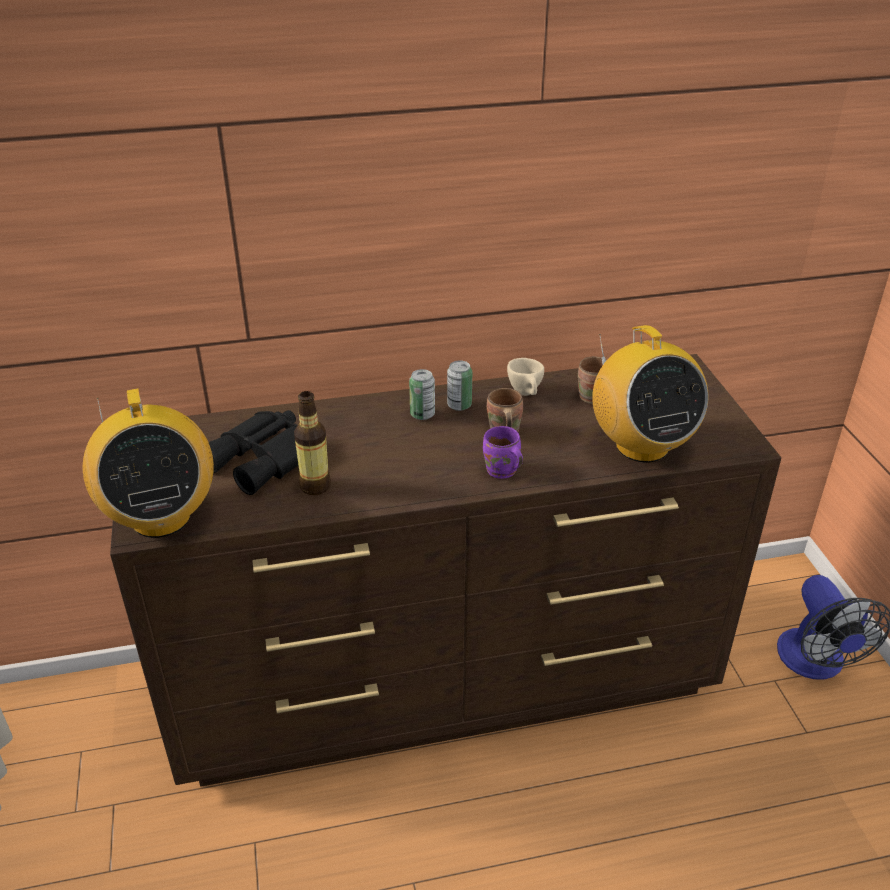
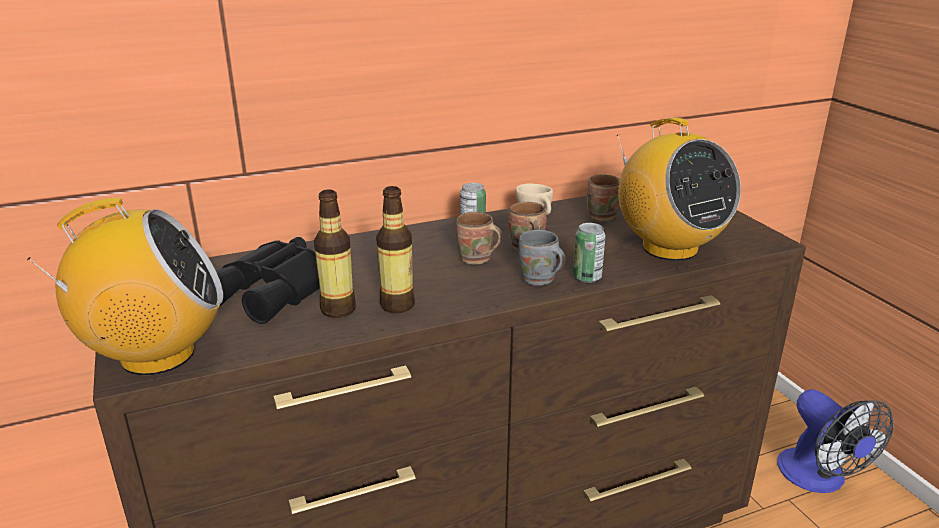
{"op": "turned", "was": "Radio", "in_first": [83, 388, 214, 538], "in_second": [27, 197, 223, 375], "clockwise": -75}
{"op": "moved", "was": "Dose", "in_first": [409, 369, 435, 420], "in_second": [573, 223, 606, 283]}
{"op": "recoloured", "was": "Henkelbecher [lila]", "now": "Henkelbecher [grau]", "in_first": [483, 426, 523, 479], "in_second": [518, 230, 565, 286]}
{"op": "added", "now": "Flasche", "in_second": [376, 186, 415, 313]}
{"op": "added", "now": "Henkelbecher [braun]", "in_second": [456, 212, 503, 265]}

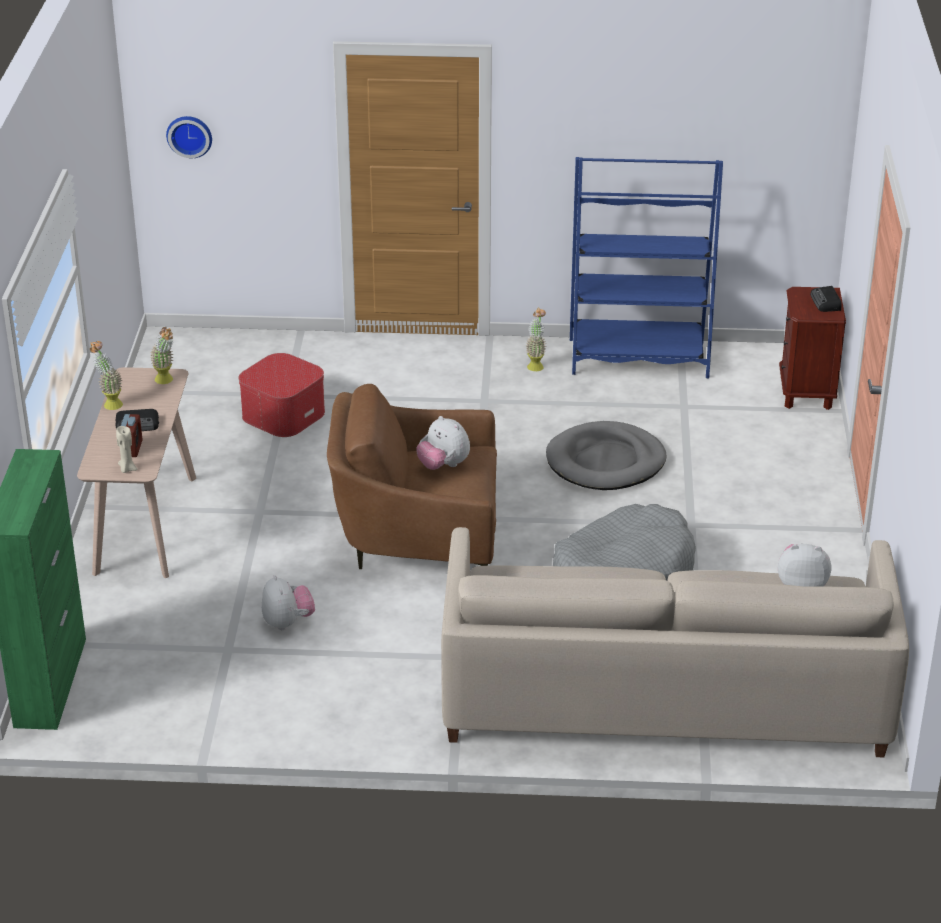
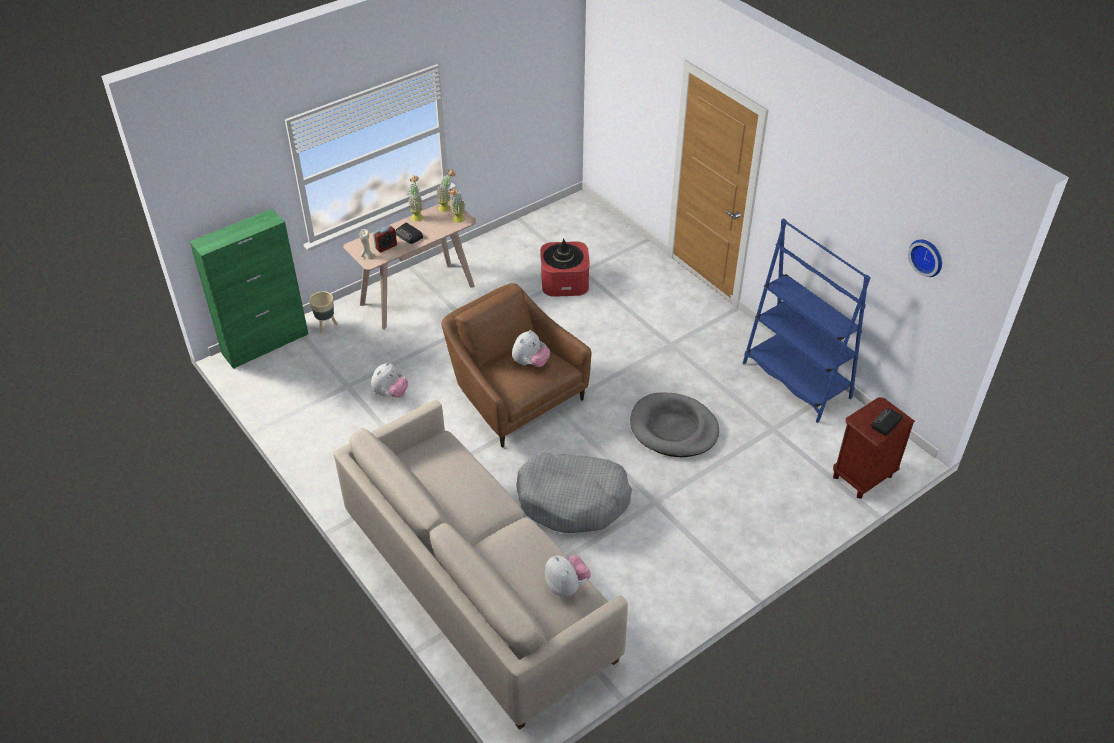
{"op": "moved", "was": "Wanduhr", "in_first": [166, 116, 212, 158], "in_second": [908, 239, 942, 277]}
{"op": "turned", "was": "Plüschtier", "in_first": [416, 416, 470, 470], "in_second": [512, 330, 550, 367], "clockwise": -150}
{"op": "moved", "was": "Topfpflanze", "in_first": [526, 307, 546, 371], "in_second": [436, 169, 456, 212]}
{"op": "added", "now": "Pflanzkübel [beige]", "in_second": [309, 291, 338, 333]}
{"op": "added", "now": "Hut [schwarz]", "in_second": [543, 238, 584, 269]}

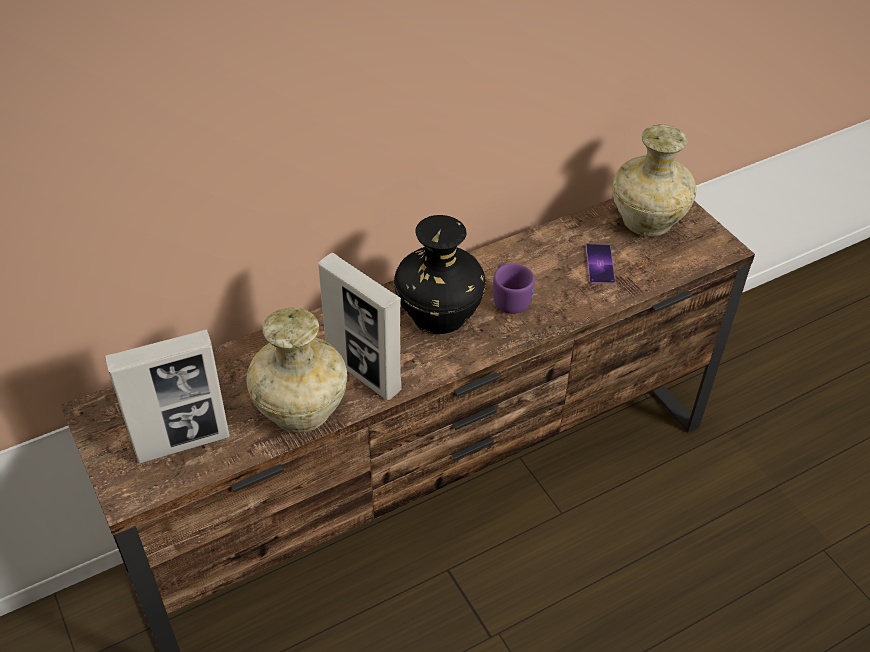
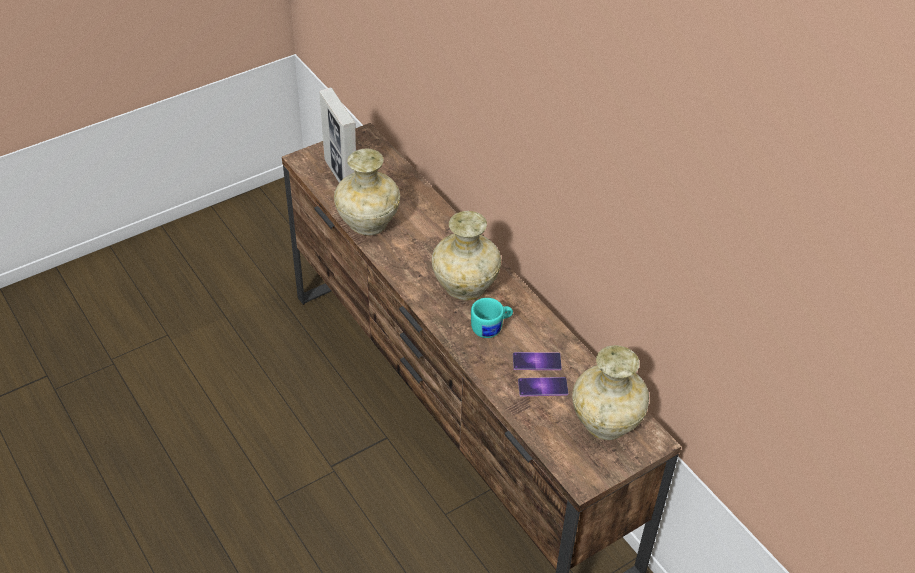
{"op": "removed", "was": "Bilderrahmen", "in_first": [318, 253, 402, 400]}
{"op": "recoloured", "was": "Vase [schwarz]", "now": "Vase [beige]", "in_first": [394, 215, 486, 334], "in_second": [432, 211, 501, 300]}
{"op": "recoloured", "was": "Henkelbecher [lila]", "now": "Henkelbecher [türkis]", "in_first": [493, 263, 535, 314], "in_second": [471, 298, 513, 338]}
{"op": "added", "now": "Handy", "in_second": [513, 352, 562, 370]}

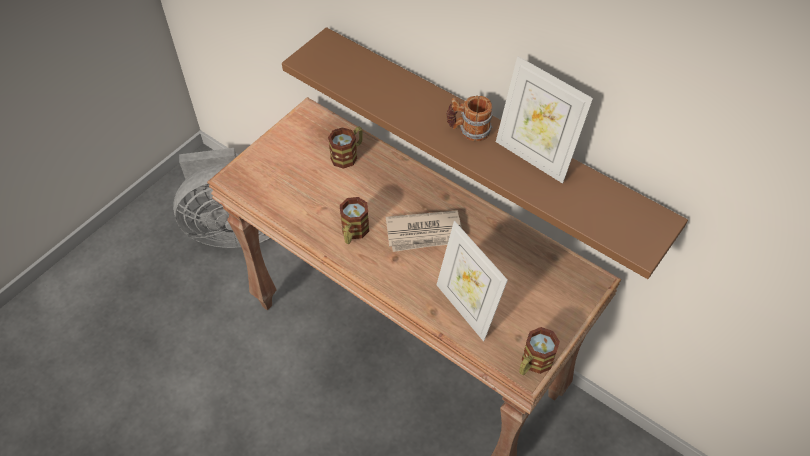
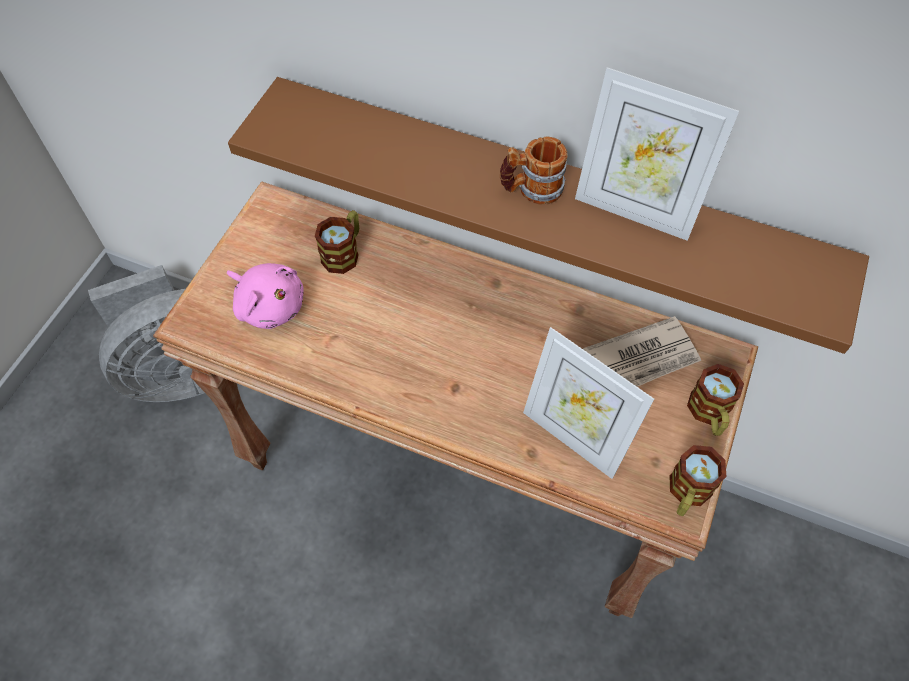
{"op": "moved", "was": "Henkelbecher", "in_first": [340, 197, 369, 244], "in_second": [687, 364, 744, 436]}
{"op": "moved", "was": "Zeitung", "in_first": [386, 210, 462, 252], "in_second": [583, 316, 701, 387]}
{"op": "added", "now": "Plüschtier [rosa]", "in_second": [227, 263, 304, 329]}

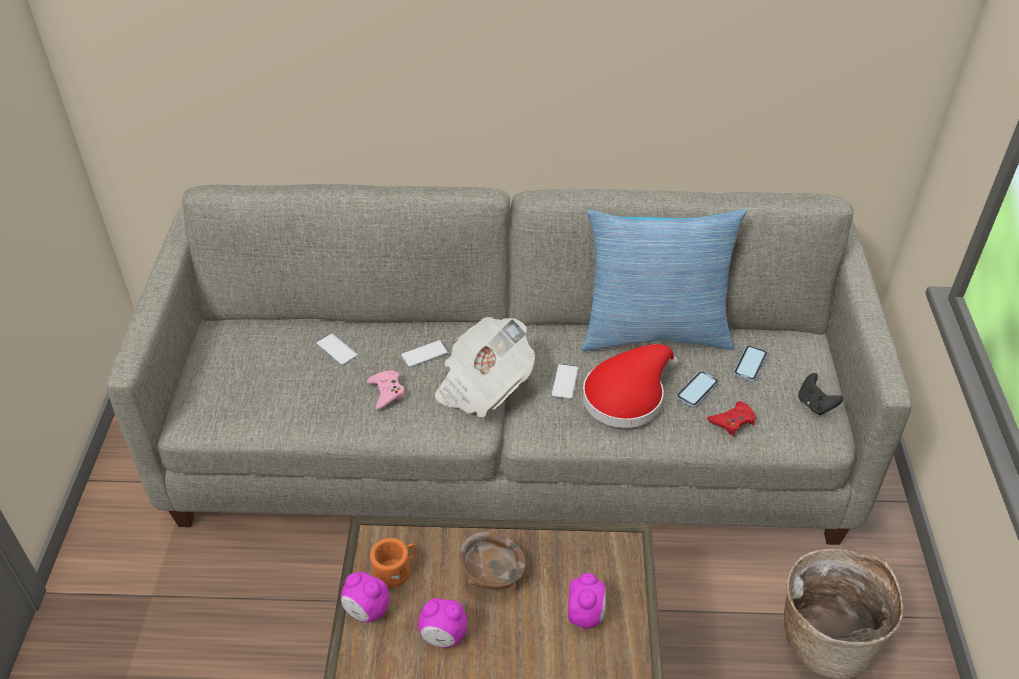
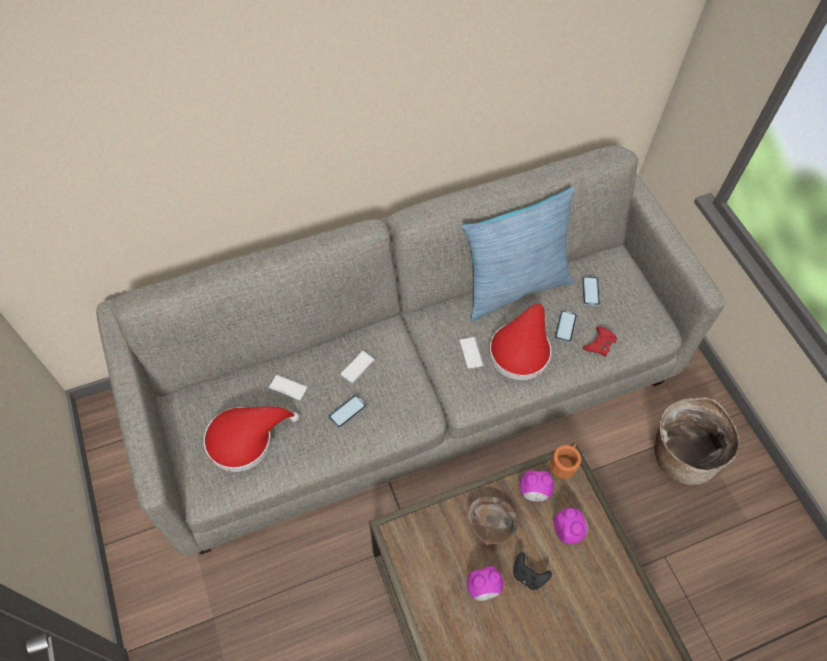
{"op": "moved", "was": "Wecker", "in_first": [341, 572, 390, 622], "in_second": [520, 470, 554, 502]}
{"op": "replaced", "was": "Gamepad [rosa]", "now": "Handy", "in_first": [367, 370, 405, 409], "in_second": [328, 394, 367, 428]}
{"op": "moved", "was": "Henkelbecher [orange]", "in_first": [370, 538, 416, 588], "in_second": [550, 443, 581, 479]}
{"op": "removed", "was": "Zeitung", "in_first": [435, 317, 535, 418]}
{"op": "moved", "was": "Gamepad [schwarz]", "in_first": [798, 373, 843, 415], "in_second": [513, 552, 552, 590]}
{"op": "added", "now": "Hut [rot]", "in_second": [204, 406, 299, 472]}

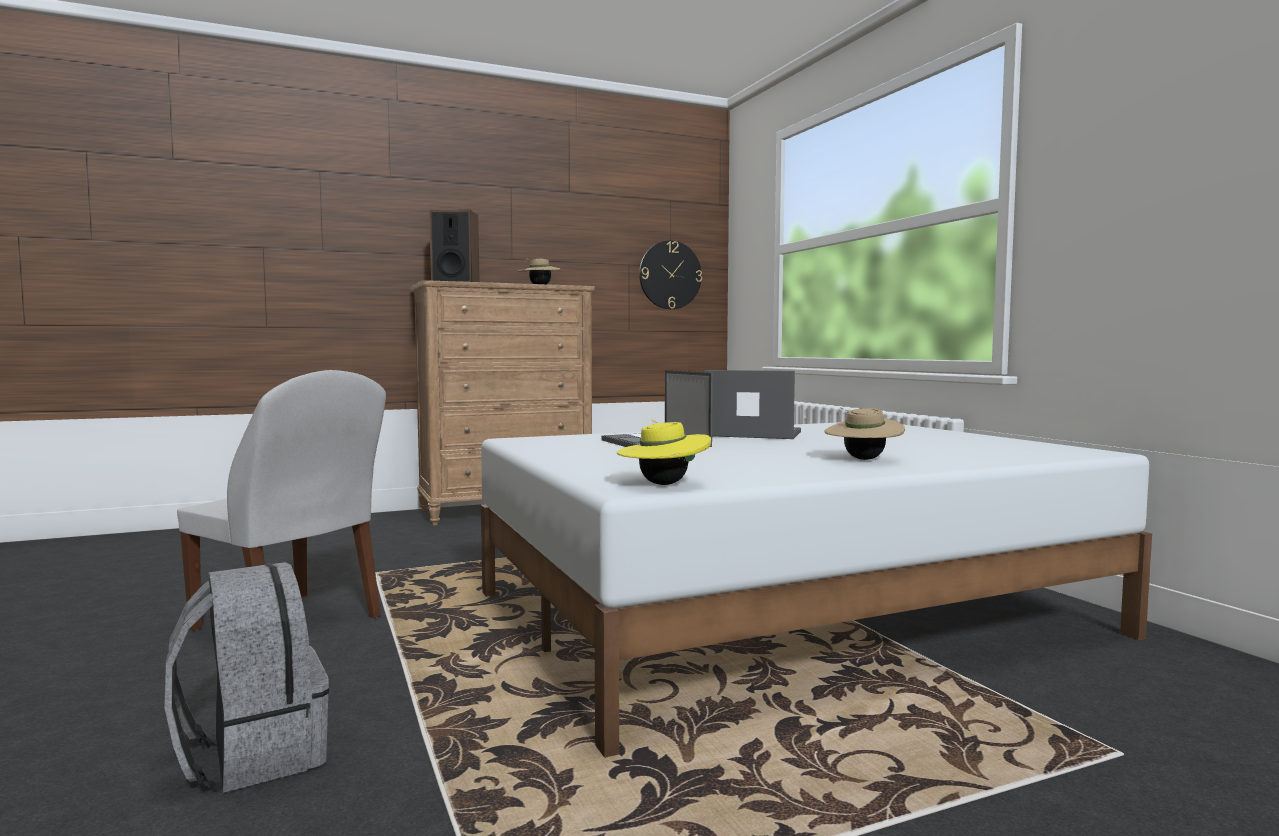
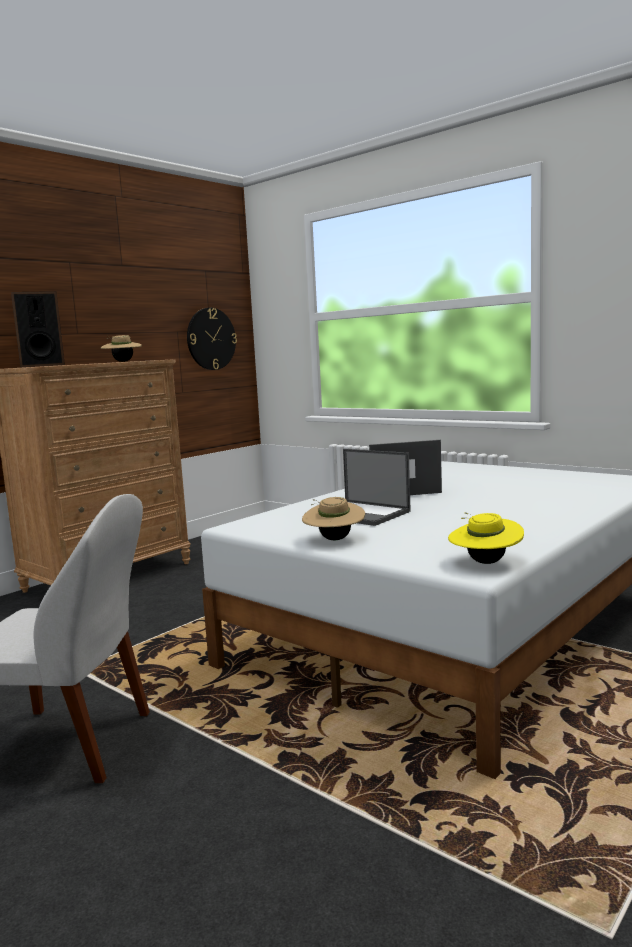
{"op": "removed", "was": "Rucksack [grau]", "in_first": [164, 562, 329, 793]}
{"op": "moved", "was": "Hut [beige]", "in_first": [824, 407, 905, 460], "in_second": [302, 497, 365, 540]}

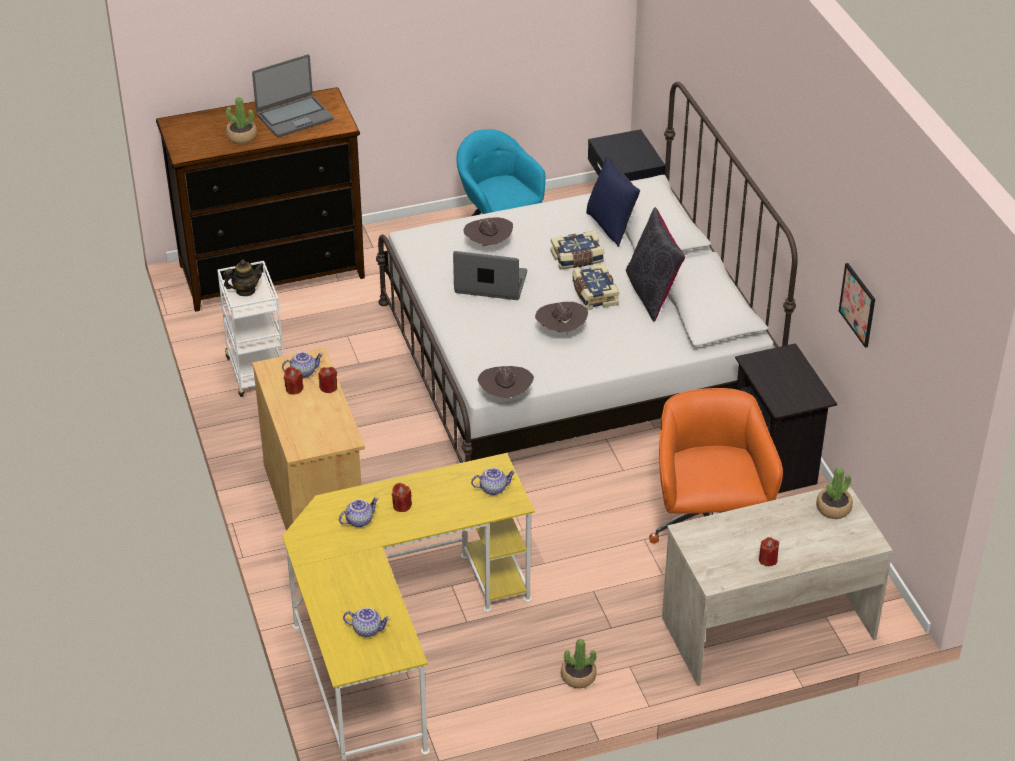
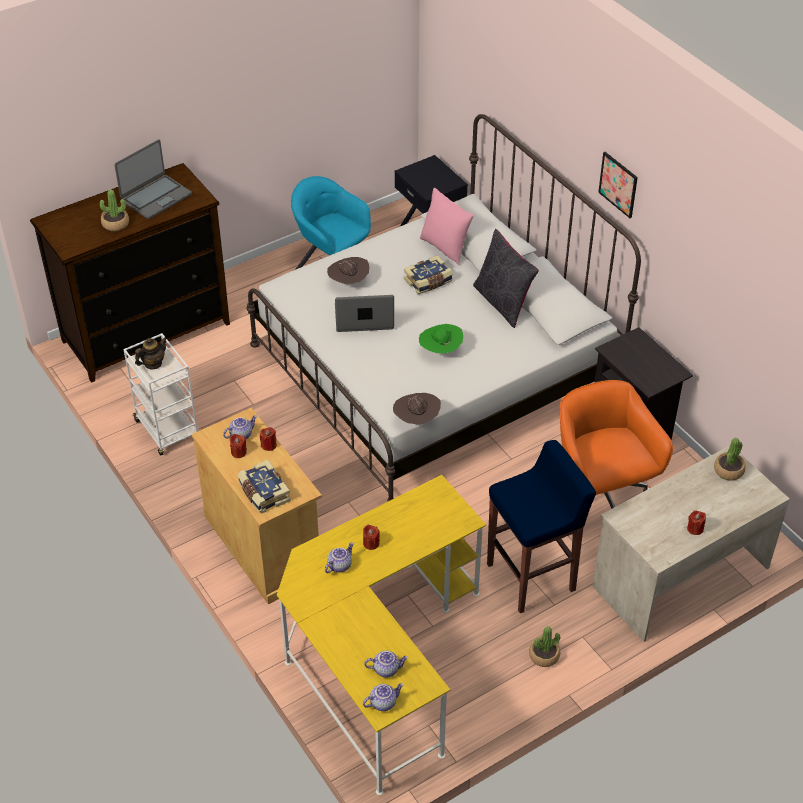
{"op": "moved", "was": "Teekanne", "in_first": [471, 468, 516, 495], "in_second": [363, 683, 404, 711]}
{"op": "recoloured", "was": "Hut [braun]", "now": "Hut [grün]", "in_first": [535, 302, 588, 334], "in_second": [419, 324, 463, 353]}
{"op": "moved", "was": "Buch", "in_first": [572, 264, 619, 310], "in_second": [238, 460, 291, 514]}
{"op": "recoloured", "was": "Kissen [blau]", "now": "Kissen [rosa]", "in_first": [586, 156, 640, 247], "in_second": [420, 188, 474, 265]}
{"op": "moved", "was": "Bild", "in_first": [839, 263, 875, 348], "in_second": [598, 152, 638, 218]}
{"op": "added", "now": "Hocker [blau]", "in_second": [487, 440, 596, 613]}

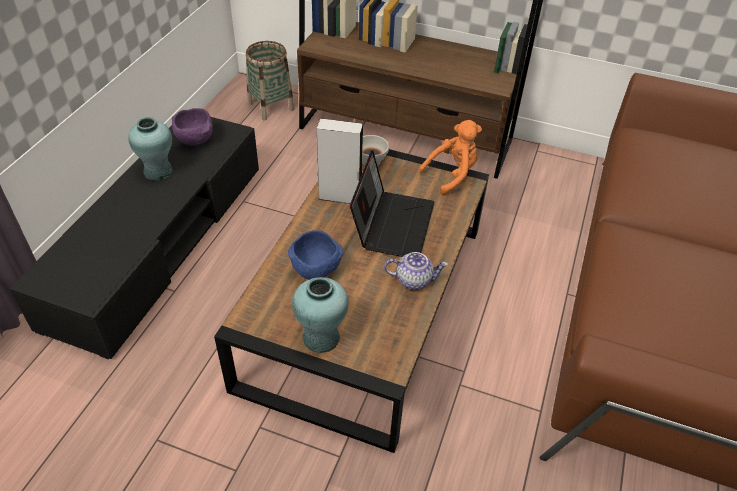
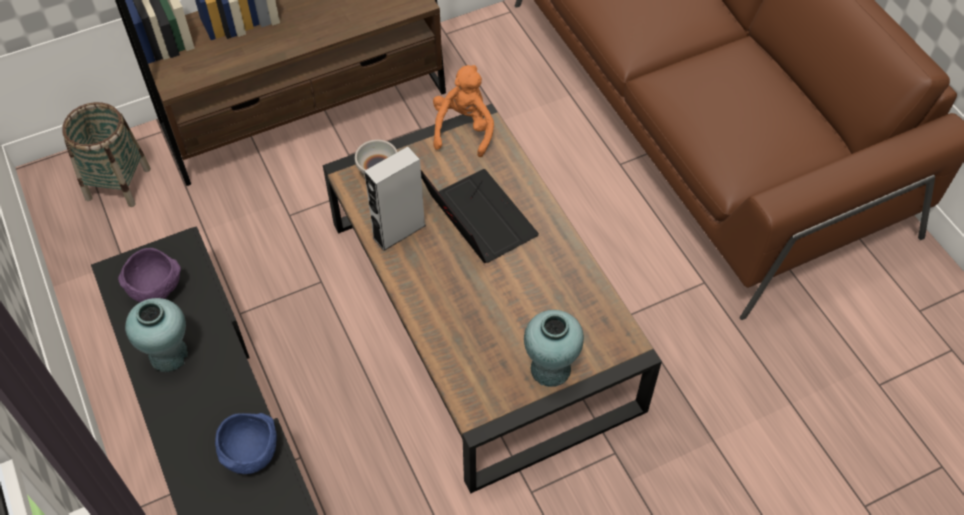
{"op": "moved", "was": "Schüssel [blau]", "in_first": [288, 230, 344, 280], "in_second": [215, 413, 277, 474]}
{"op": "removed", "was": "Teekanne", "in_first": [384, 252, 448, 290]}

